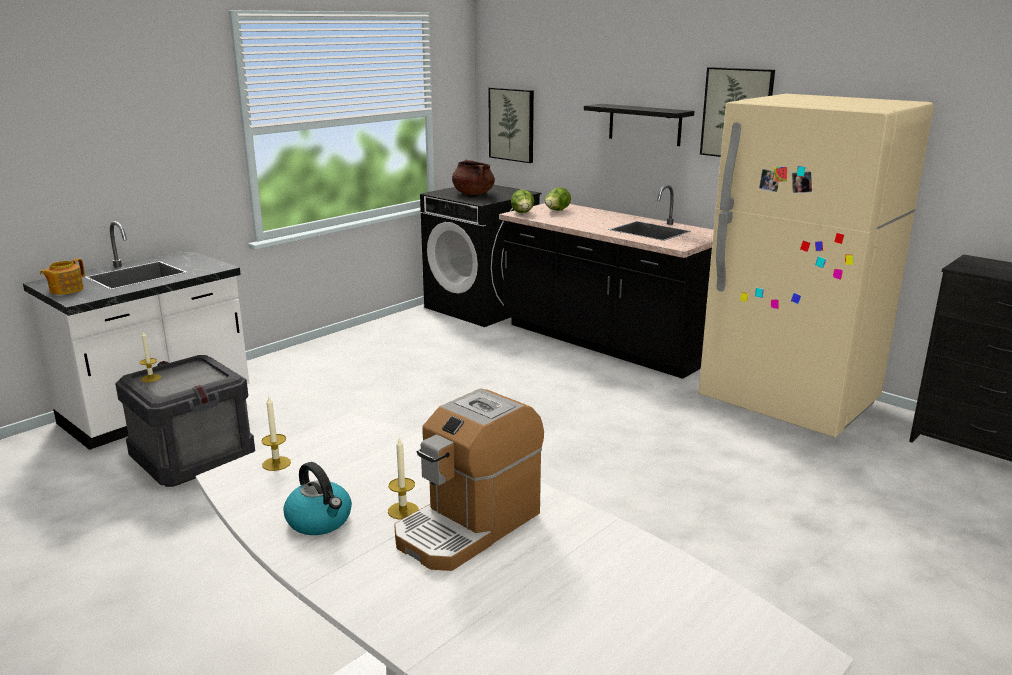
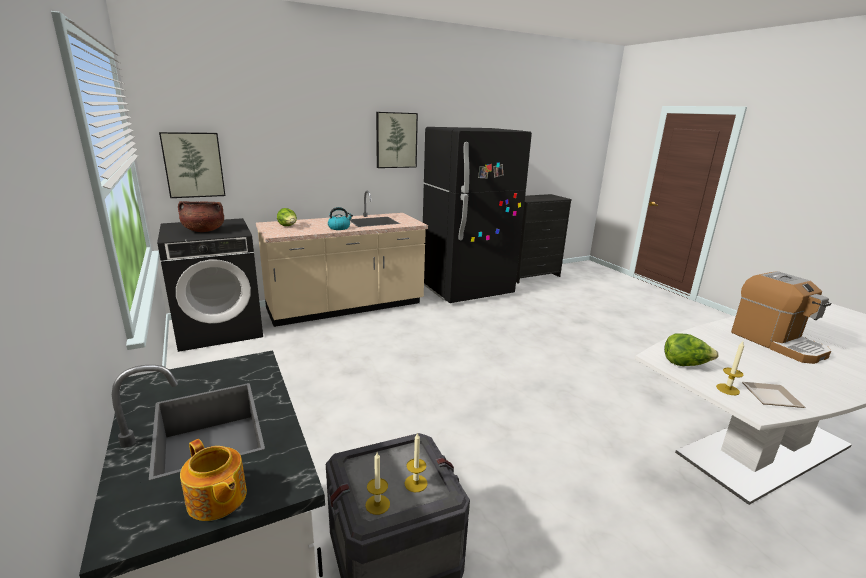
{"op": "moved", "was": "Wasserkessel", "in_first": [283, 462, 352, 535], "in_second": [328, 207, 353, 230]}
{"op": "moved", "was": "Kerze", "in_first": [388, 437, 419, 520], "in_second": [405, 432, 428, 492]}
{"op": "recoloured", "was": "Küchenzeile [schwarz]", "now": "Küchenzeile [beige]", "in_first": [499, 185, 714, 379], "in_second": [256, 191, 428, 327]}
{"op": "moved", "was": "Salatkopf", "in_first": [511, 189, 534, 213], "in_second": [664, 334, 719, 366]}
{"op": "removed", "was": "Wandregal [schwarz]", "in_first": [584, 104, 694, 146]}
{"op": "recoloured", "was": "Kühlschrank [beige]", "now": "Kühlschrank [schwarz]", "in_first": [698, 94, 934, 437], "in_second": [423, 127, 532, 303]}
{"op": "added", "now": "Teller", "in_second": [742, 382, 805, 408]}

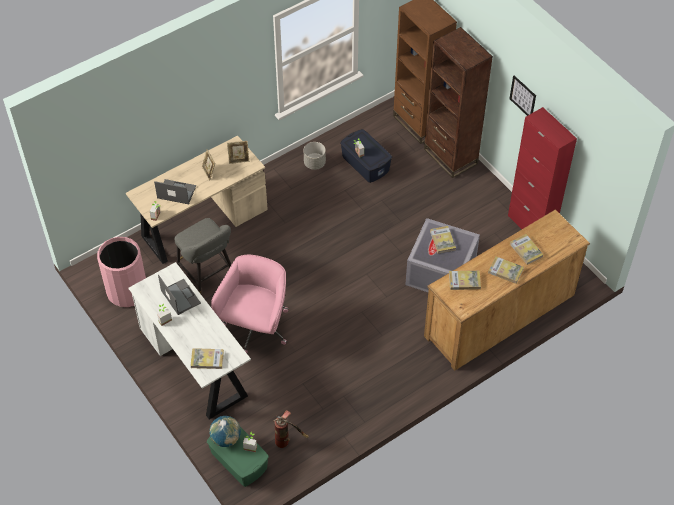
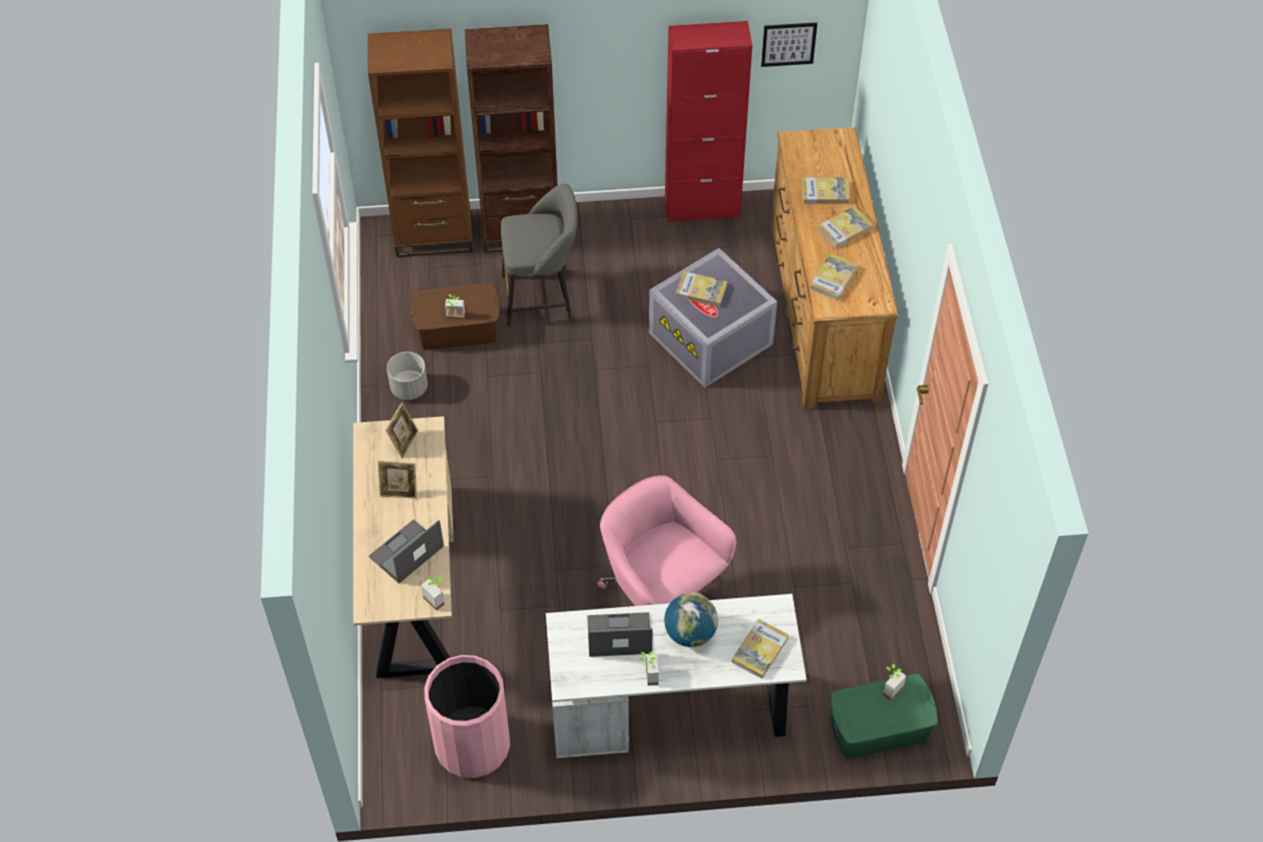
{"op": "moved", "was": "Hocker [grau]", "in_first": [175, 218, 231, 294], "in_second": [501, 184, 577, 327]}
{"op": "moved", "was": "Globus", "in_first": [209, 416, 241, 447], "in_second": [664, 592, 718, 647]}
{"op": "removed", "was": "Feuerlöscher", "in_first": [273, 411, 309, 448]}
{"op": "recoloured", "was": "Aufbewahrungsbox [blau]", "now": "Aufbewahrungsbox [braun]", "in_first": [340, 129, 392, 183], "in_second": [410, 283, 501, 350]}
{"op": "moved", "was": "Bild", "in_first": [510, 76, 536, 116], "in_second": [761, 22, 817, 67]}

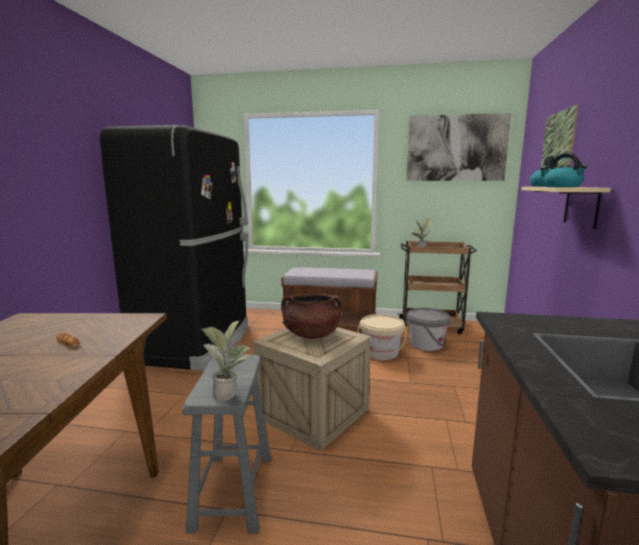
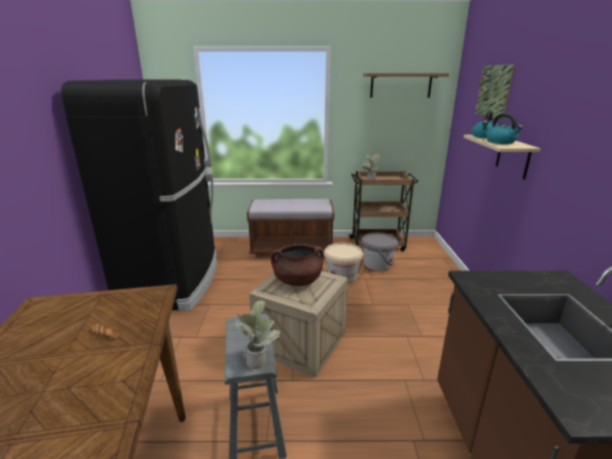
{"op": "replaced", "was": "Bild", "now": "Wandregal", "in_first": [407, 113, 511, 181], "in_second": [363, 73, 449, 98]}

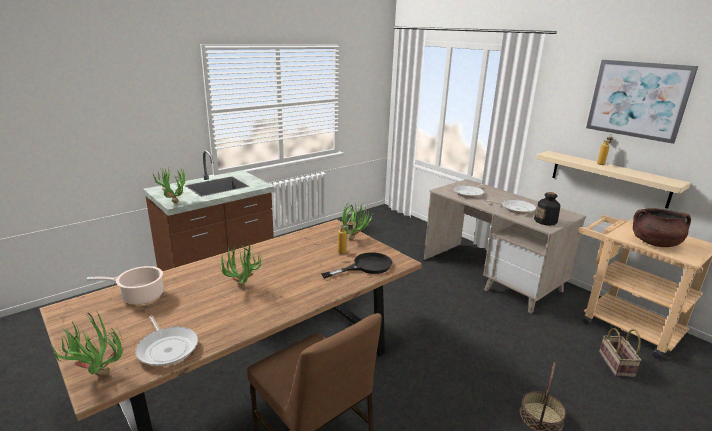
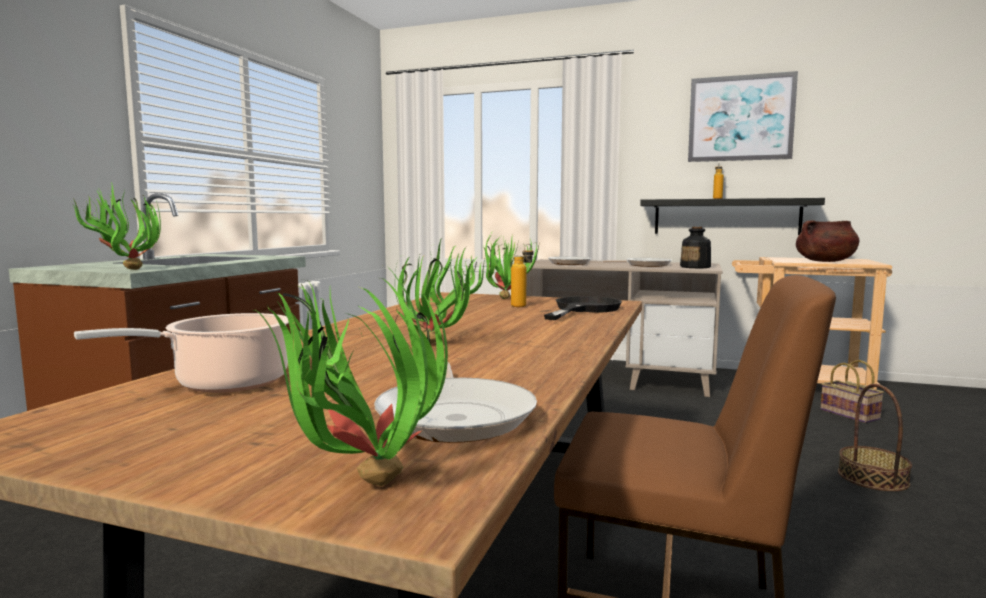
{"op": "turned", "was": "Pfanne", "in_first": [135, 315, 198, 367], "in_second": [374, 362, 537, 443], "clockwise": 60}
{"op": "recoloured", "was": "Wandregal [beige]", "now": "Wandregal [schwarz]", "in_first": [536, 151, 691, 209], "in_second": [640, 198, 825, 235]}

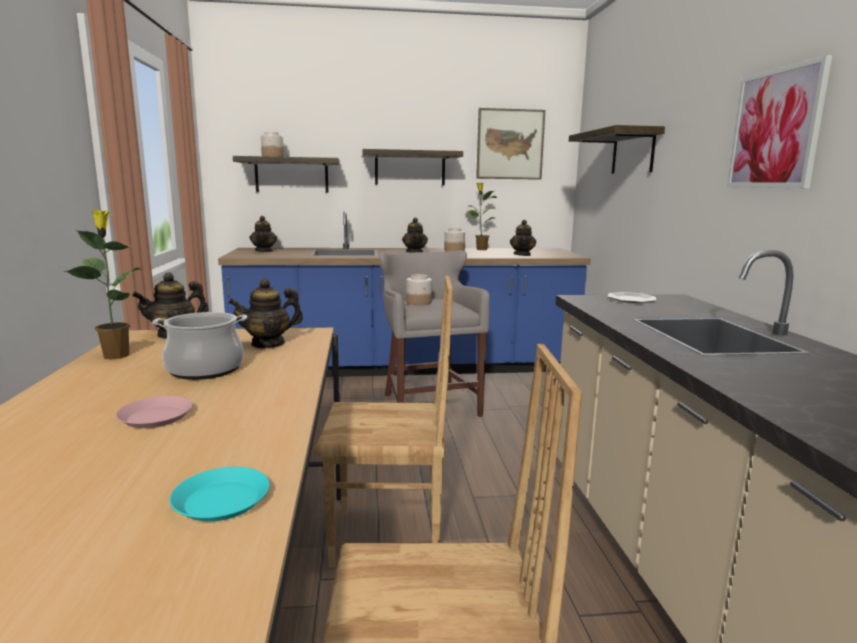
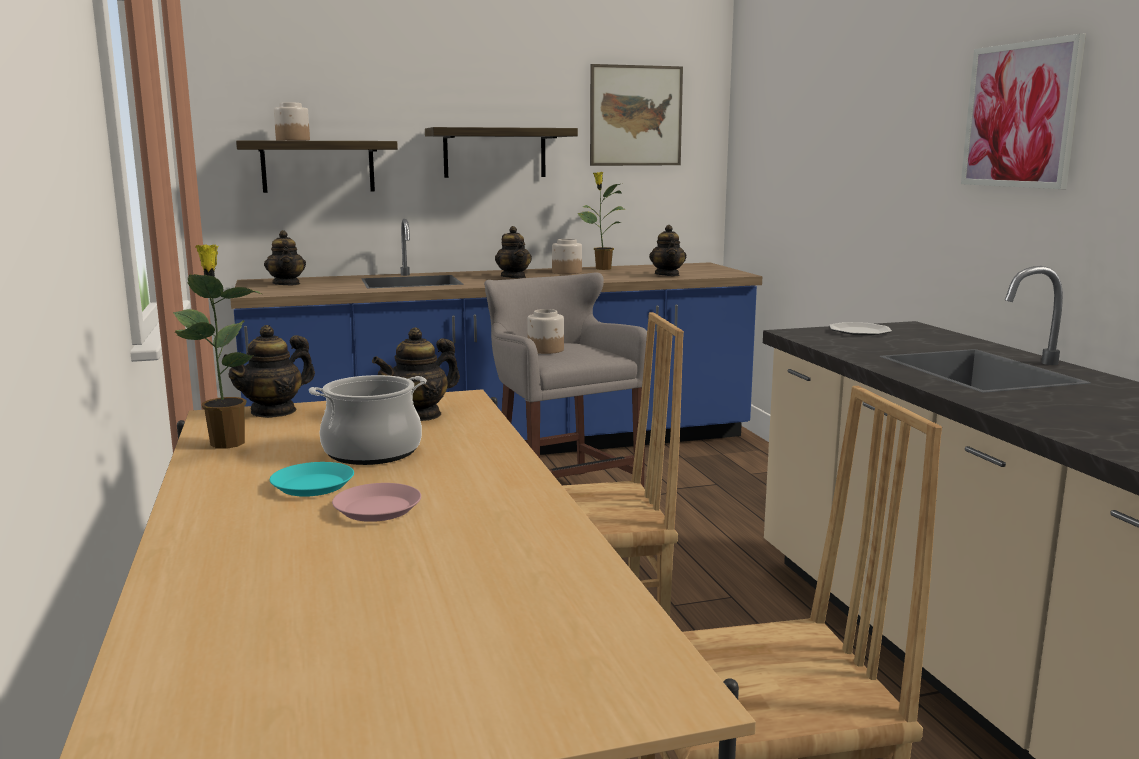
{"op": "moved", "was": "Teller [türkis]", "in_first": [169, 467, 270, 522], "in_second": [270, 462, 354, 497]}
{"op": "removed", "was": "Wandregal", "in_first": [569, 125, 665, 174]}

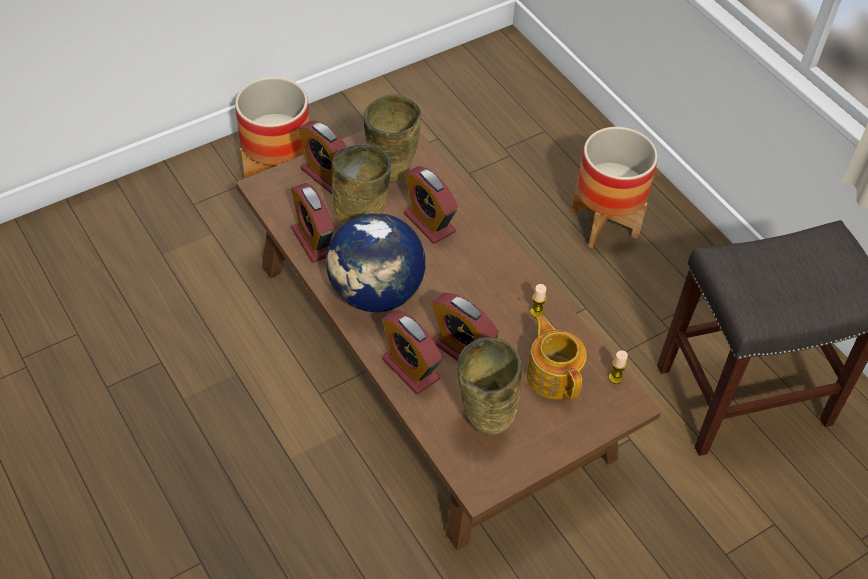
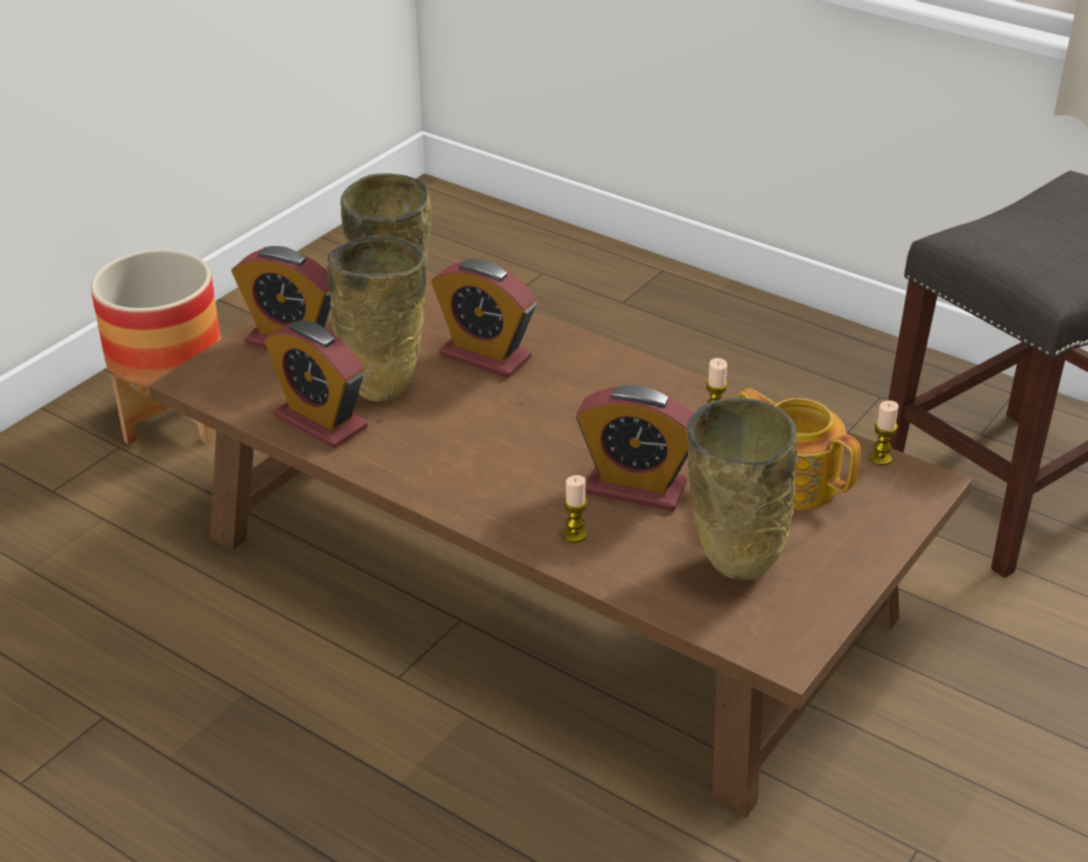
{"op": "removed", "was": "Globus", "in_first": [326, 213, 425, 312]}
{"op": "replaced", "was": "Wecker", "now": "Kerze", "in_first": [382, 310, 443, 394], "in_second": [563, 475, 588, 543]}
{"op": "removed", "was": "Pflanzkübel", "in_first": [572, 127, 658, 248]}

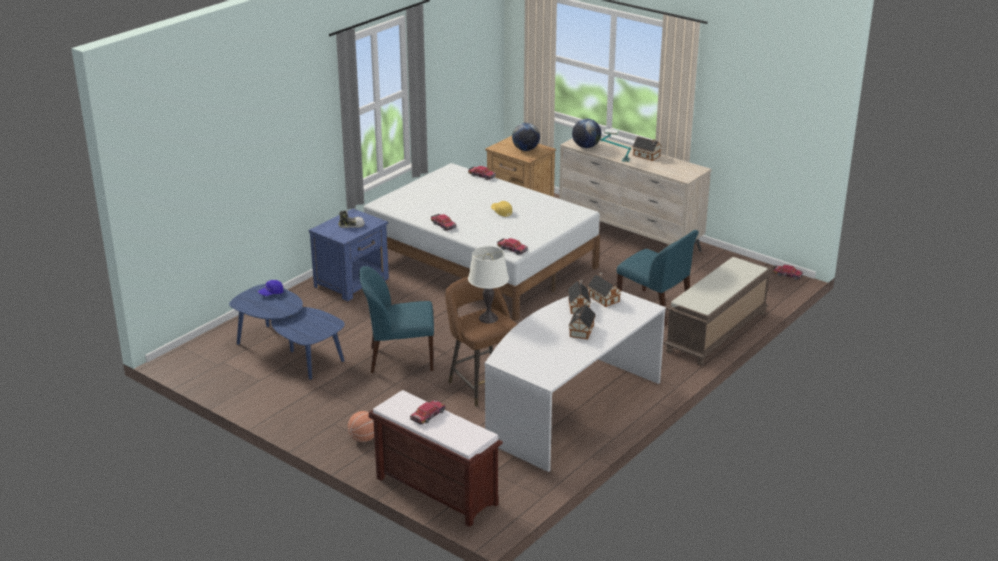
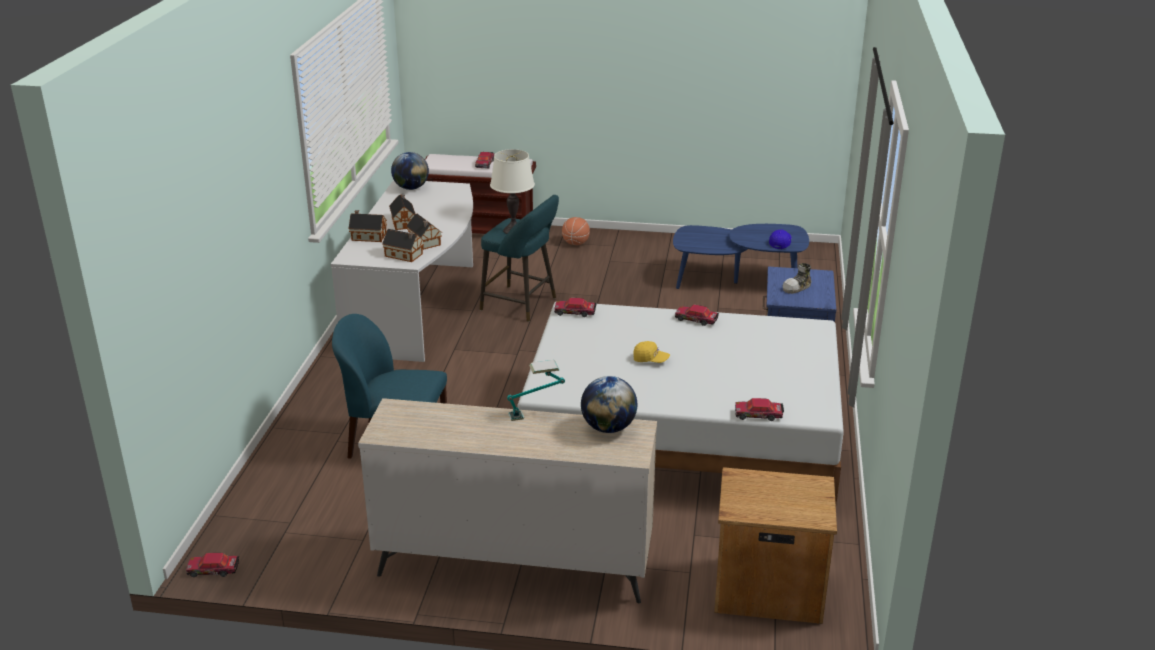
{"op": "removed", "was": "Stuhl [blau]", "in_first": [359, 266, 434, 373]}
{"op": "recoloured", "was": "Hocker [braun]", "now": "Hocker [türkis]", "in_first": [445, 277, 517, 407], "in_second": [480, 195, 559, 322]}
{"op": "moved", "was": "Globus", "in_first": [512, 123, 540, 151], "in_second": [391, 152, 429, 190]}
{"op": "moved", "was": "Spielzeughaus", "in_first": [633, 136, 662, 161], "in_second": [348, 210, 387, 242]}
{"op": "removed", "was": "Bank [braun]", "in_first": [664, 257, 772, 365]}

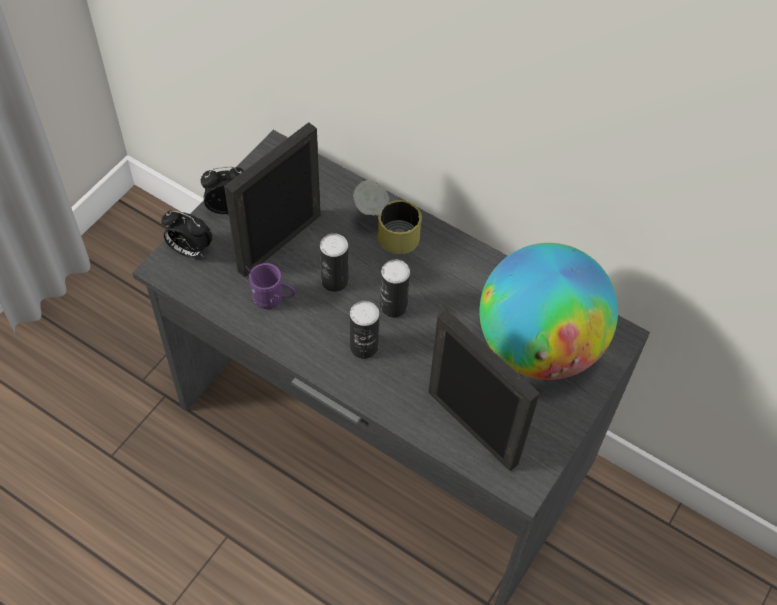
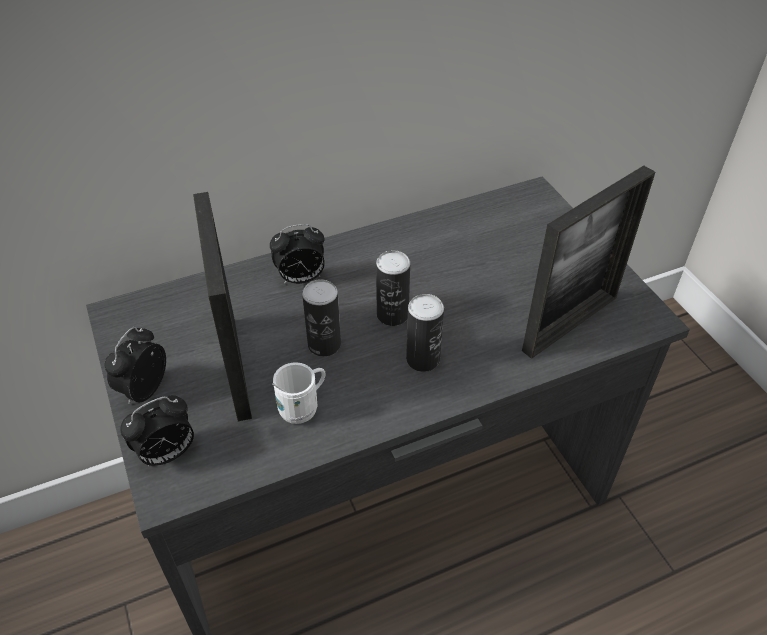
{"op": "recoloured", "was": "Henkelbecher [lila]", "now": "Henkelbecher [weiß]", "in_first": [245, 263, 295, 309], "in_second": [272, 362, 326, 424]}
{"op": "replaced", "was": "Dose", "now": "Wecker", "in_first": [353, 180, 422, 254], "in_second": [270, 224, 325, 284]}
{"op": "turned", "was": "Bilderrahmen", "in_first": [428, 309, 540, 471], "in_second": [522, 165, 655, 359], "clockwise": 150}
{"op": "removed", "was": "Globus", "in_first": [479, 243, 618, 380]}

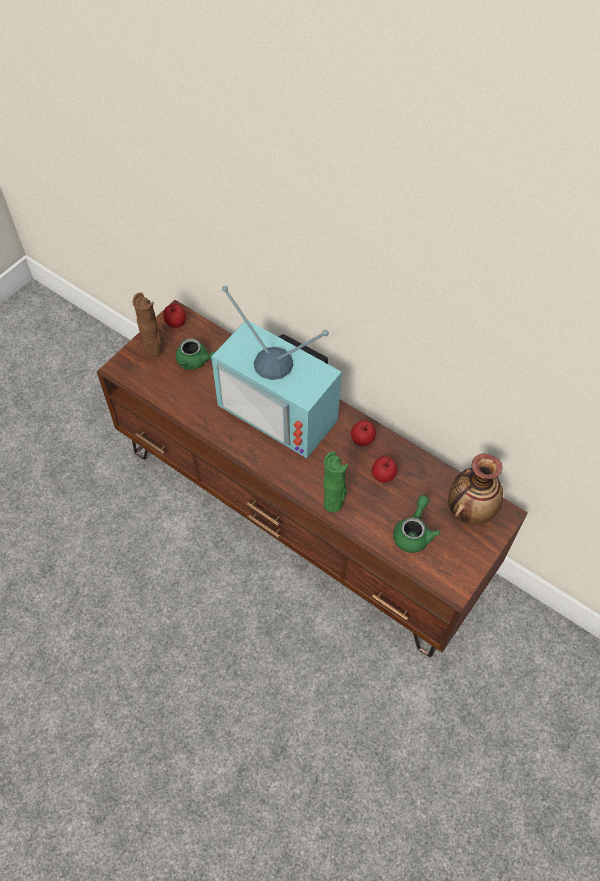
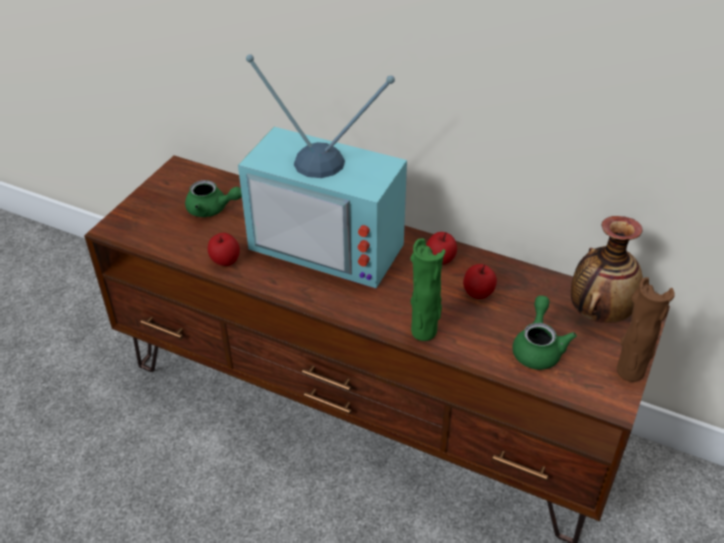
{"op": "moved", "was": "Vase [braun]", "in_first": [133, 293, 164, 357], "in_second": [617, 277, 675, 382]}
{"op": "moved", "was": "Apfel", "in_first": [163, 304, 186, 328], "in_second": [208, 233, 240, 266]}

